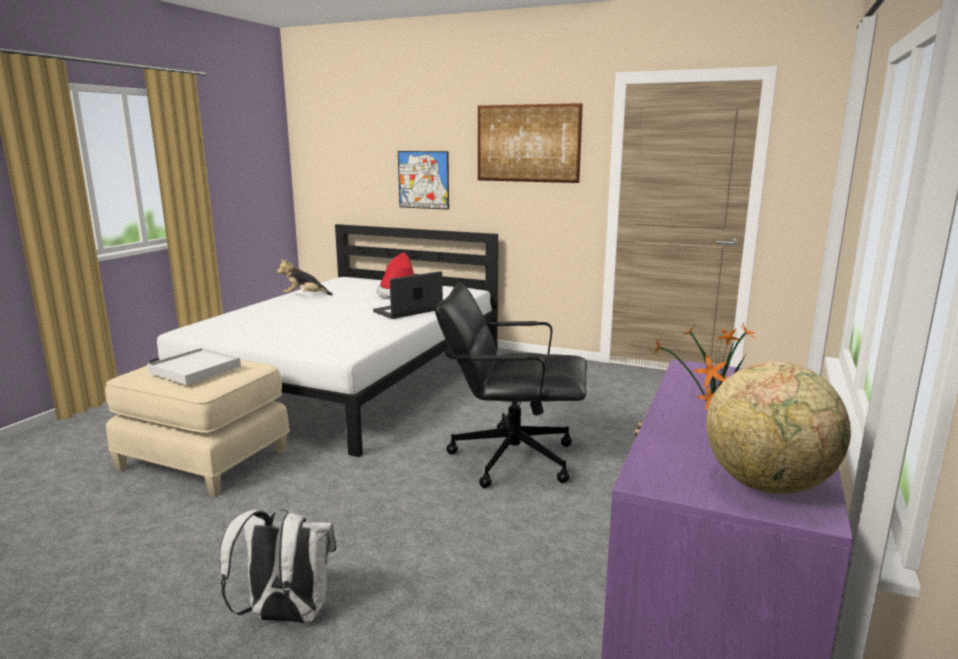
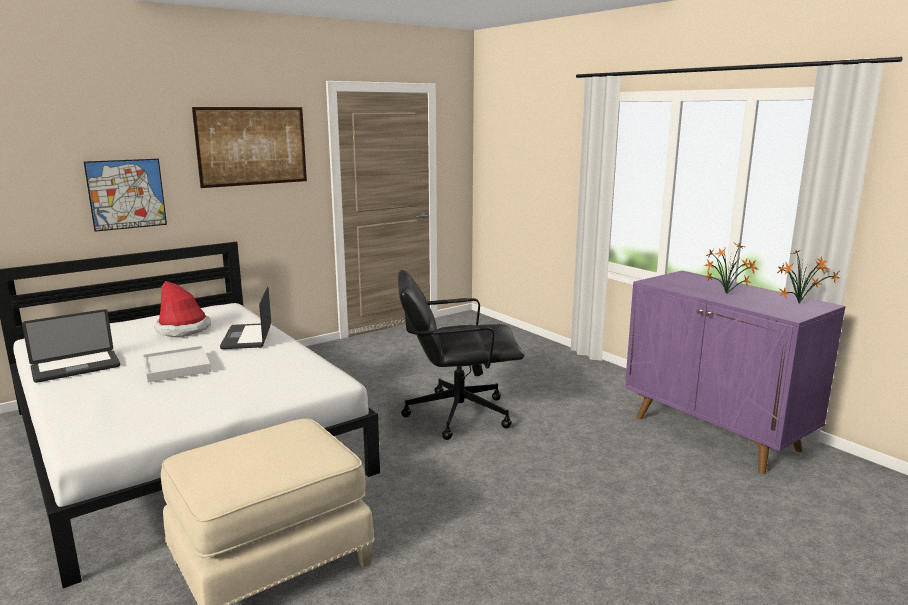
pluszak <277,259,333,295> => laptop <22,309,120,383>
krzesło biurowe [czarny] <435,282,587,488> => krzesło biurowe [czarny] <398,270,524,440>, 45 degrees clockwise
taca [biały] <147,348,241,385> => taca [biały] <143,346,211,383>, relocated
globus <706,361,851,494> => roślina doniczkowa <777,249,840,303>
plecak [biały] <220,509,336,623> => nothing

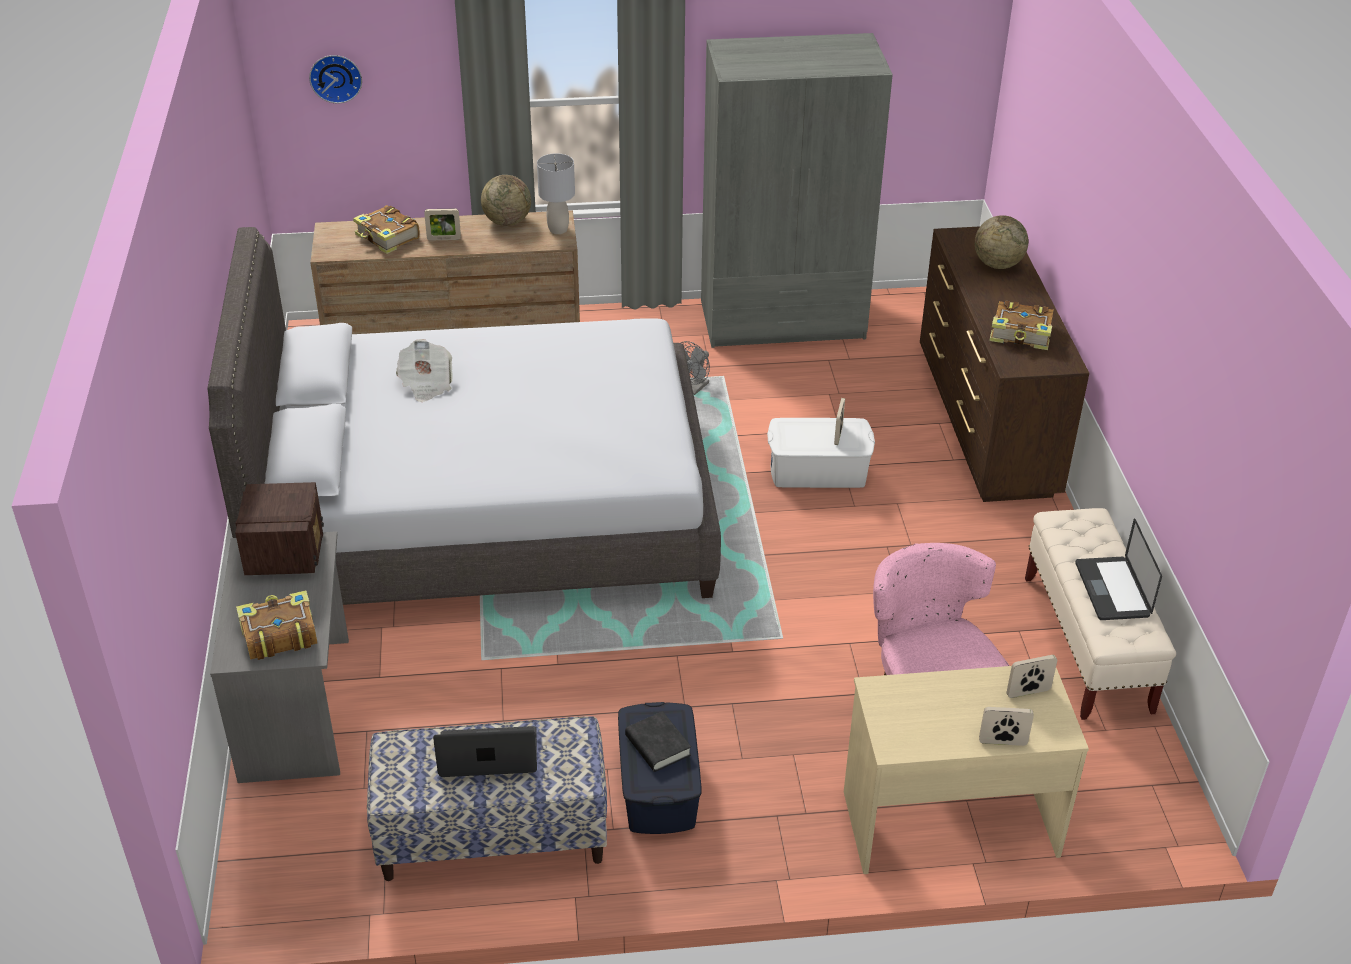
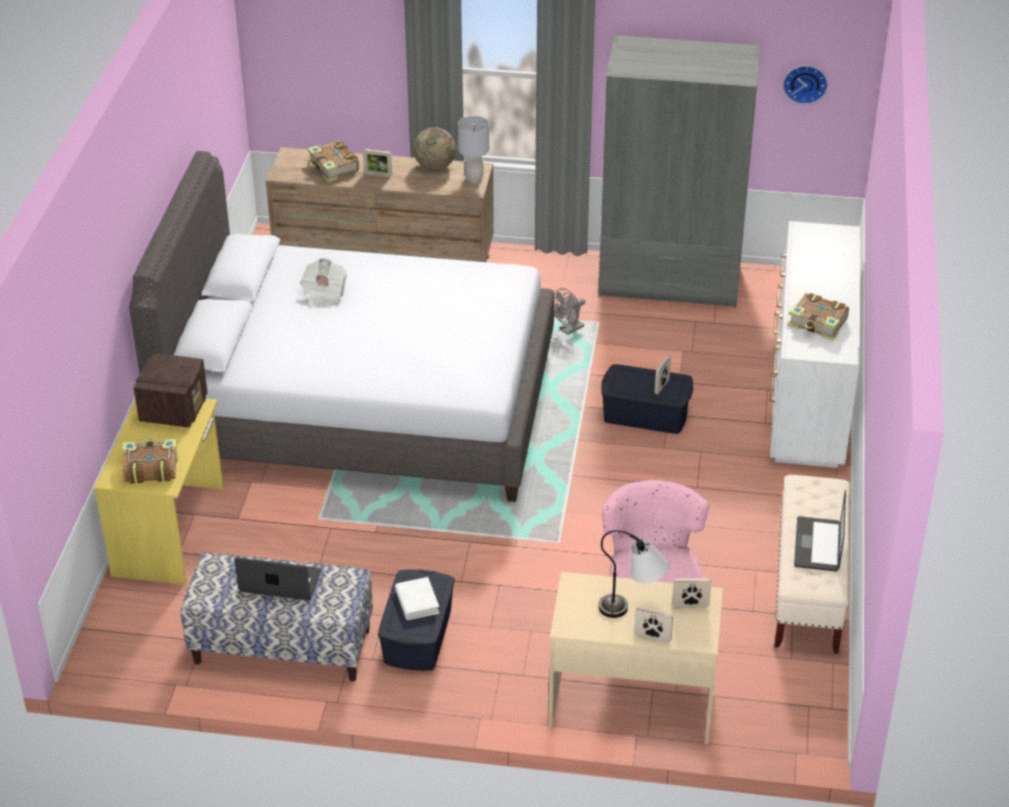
zegar ścienny <309,55,362,103> => zegar ścienny <783,66,828,104>, relocated
globus <975,215,1028,269> => nothing
komoda [brązowy] <920,227,1089,502> => komoda [biały] <770,221,860,468>
pojemnik do przechowywania [biały] <767,418,875,488> => pojemnik do przechowywania [niebieski] <601,364,693,434>
biurko [szary] <210,531,349,783> => biurko [żółty] <94,398,224,585>
książka [czarny] <625,711,691,772> => książka [biały] <395,577,439,620>
nothing => lampa stołowa <599,530,669,618>

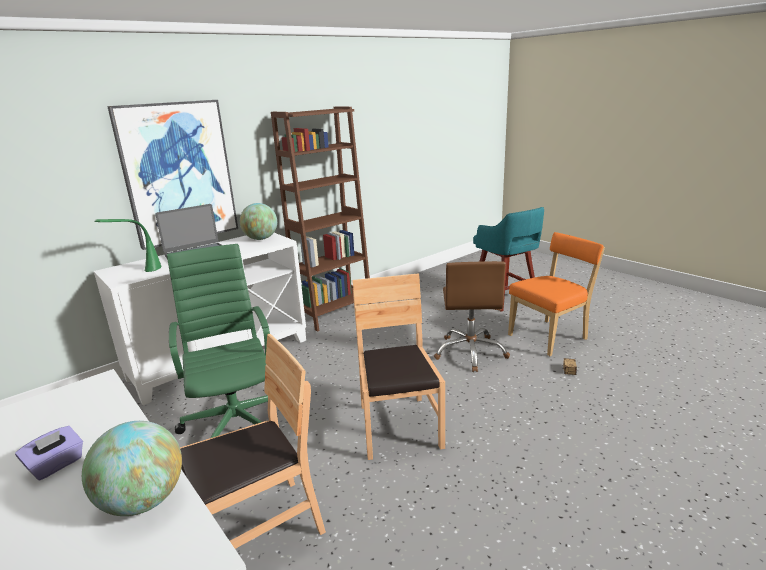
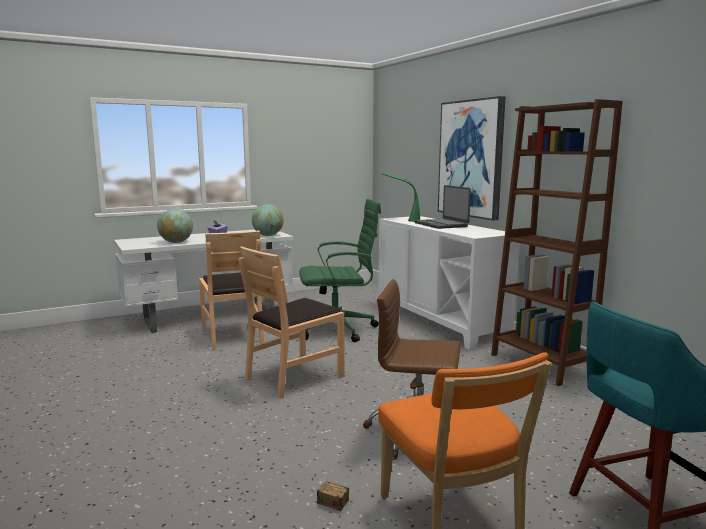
globus <240,203,277,240> => globus <252,204,284,236>, relocated
krzesło [brązowy] <352,273,445,460> => krzesło [brązowy] <239,246,345,399>, 135 degrees clockwise

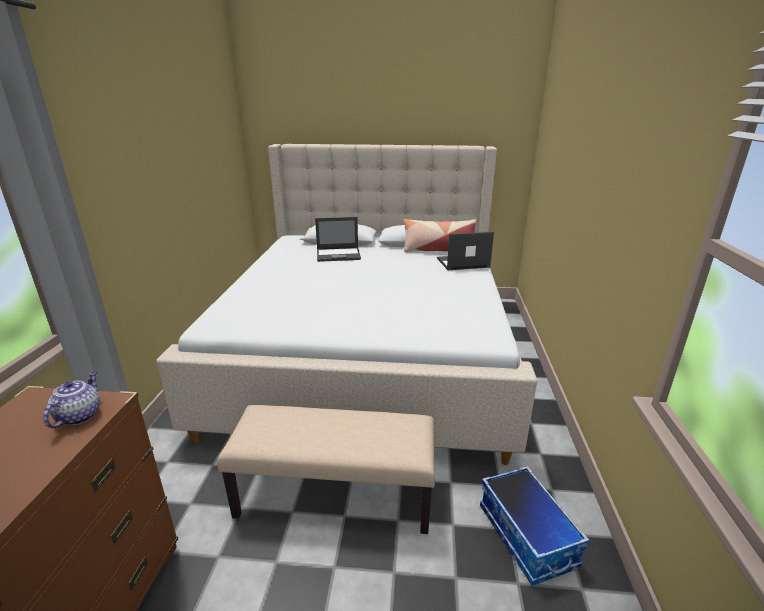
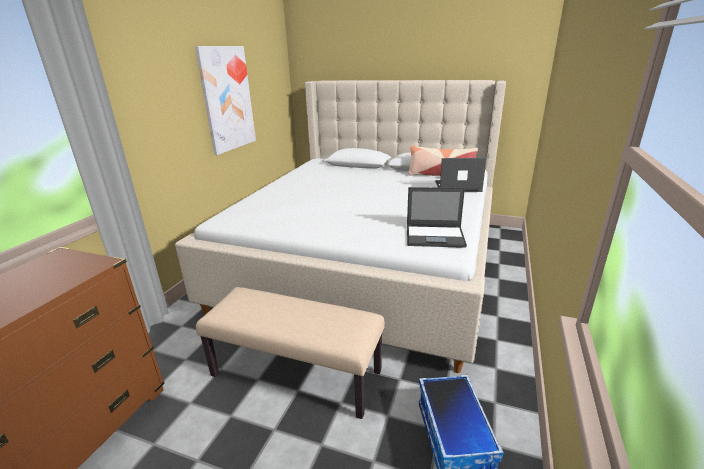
laptop <315,217,361,262> => laptop <407,187,467,248>, relocated
imbryk <43,372,100,428> => nothing
nothing => obraz <195,46,256,155>

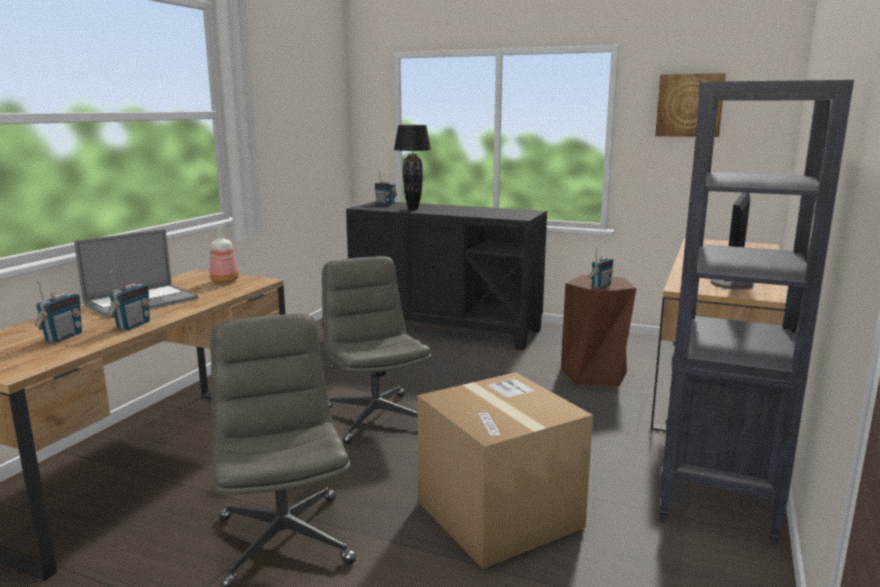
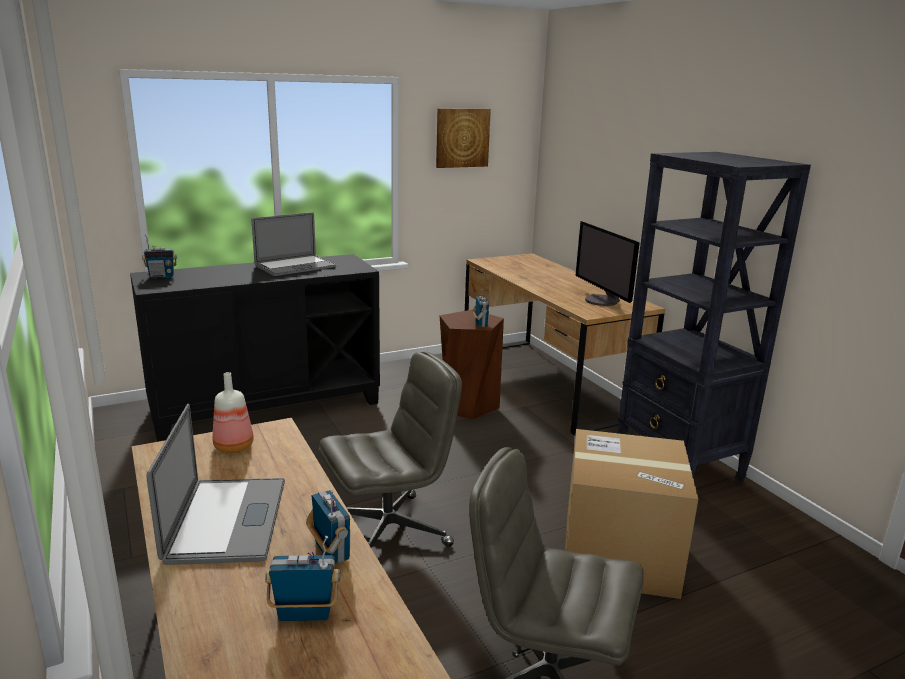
lampa stołowa [czarny] <394,125,431,210> => nothing
krzesło biurowe [szary] <322,256,432,444> => krzesło biurowe [szary] <319,352,462,548>, 135 degrees clockwise
radio <35,280,82,342> => radio <265,536,340,621>, 60 degrees counterclockwise
nothing => laptop <252,212,336,276>

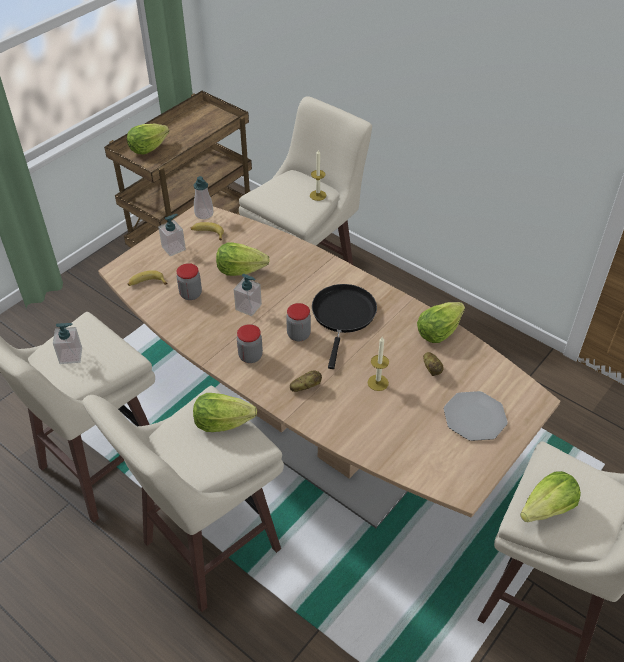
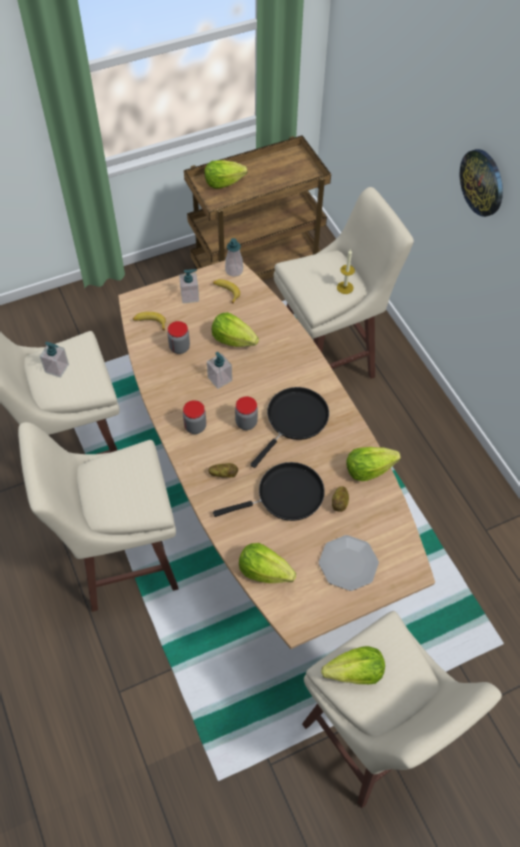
świeca <368,337,389,391> => patelnia [czarny] <213,462,325,521>
sałata <193,393,257,432> => sałata <239,543,296,583>, relocated
nothing => zegar ścienny <460,149,503,217>

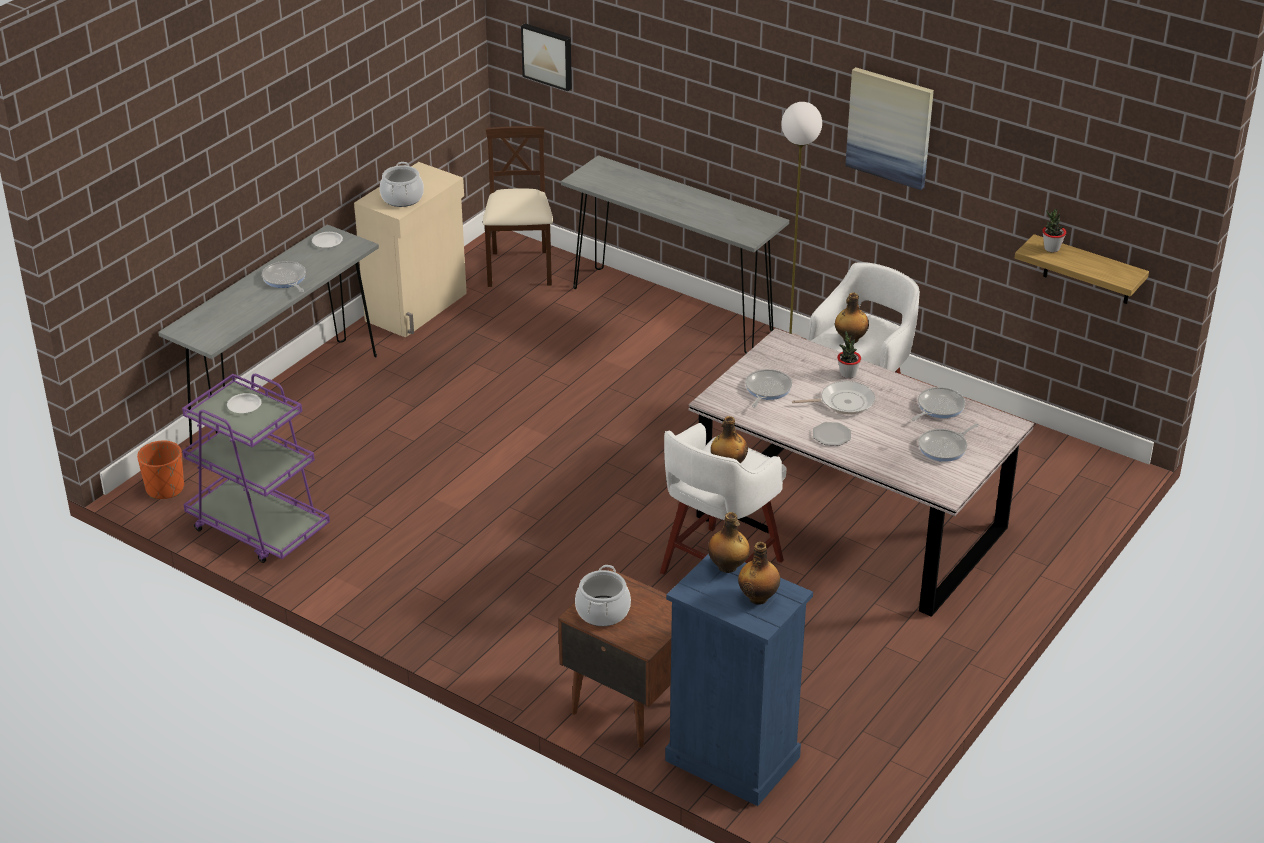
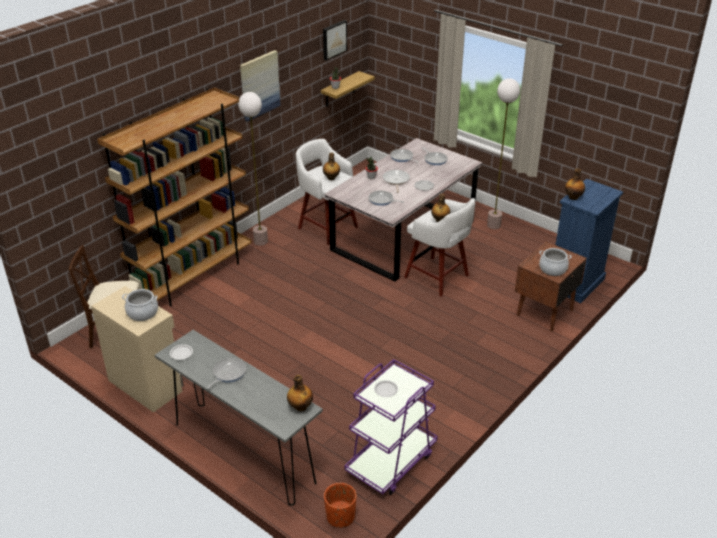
obraz <521,23,572,91> => obraz <323,20,347,61>, relocated
stolik konsolowy [szary] <561,155,789,354> => regał [brązowy] <97,87,252,307>
patelnia <262,261,306,292> => patelnia <207,358,246,388>, 150 degrees clockwise
butelka <738,542,780,605> => butelka <287,375,313,411>, relocated
nothing => lampa stojąca <487,78,520,229>

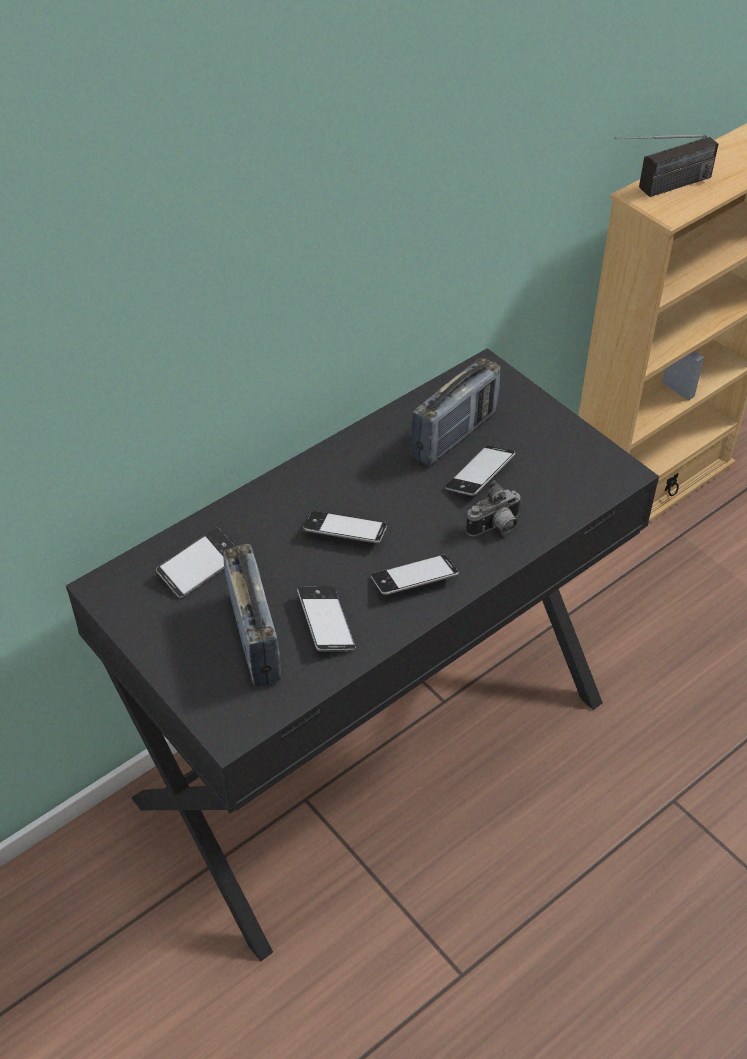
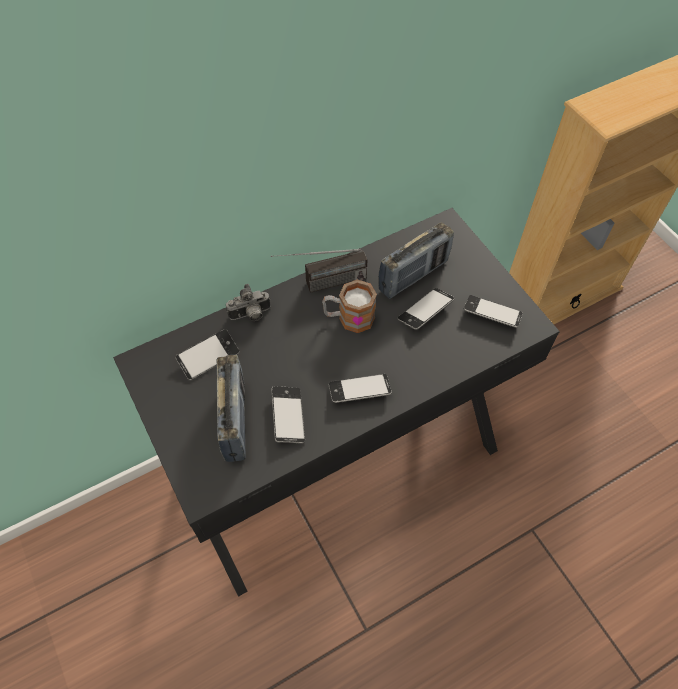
radio <614,134,718,197> => radio <271,249,367,293>, relocated
aparat fotograficzny <466,480,522,536> => aparat fotograficzny <226,284,271,321>, relocated
telefon <303,511,387,543> => telefon <463,295,523,328>, relocated
nothing => kubek <322,280,377,333>

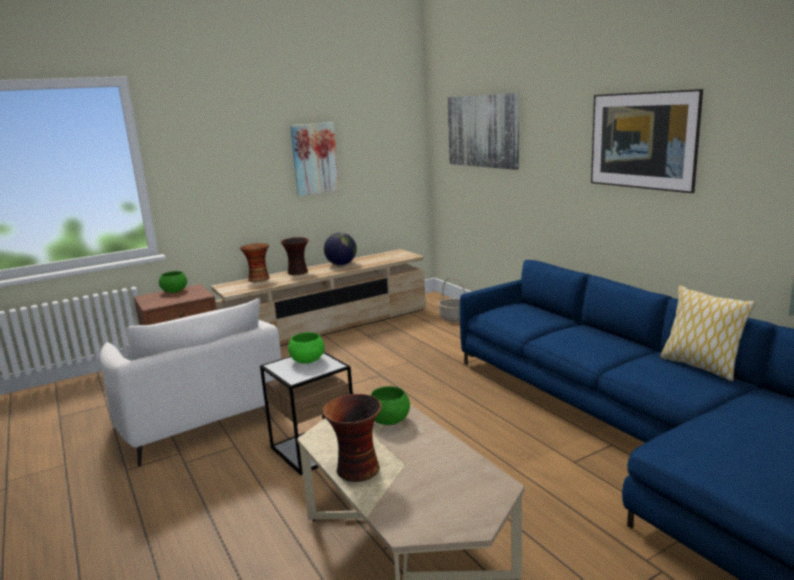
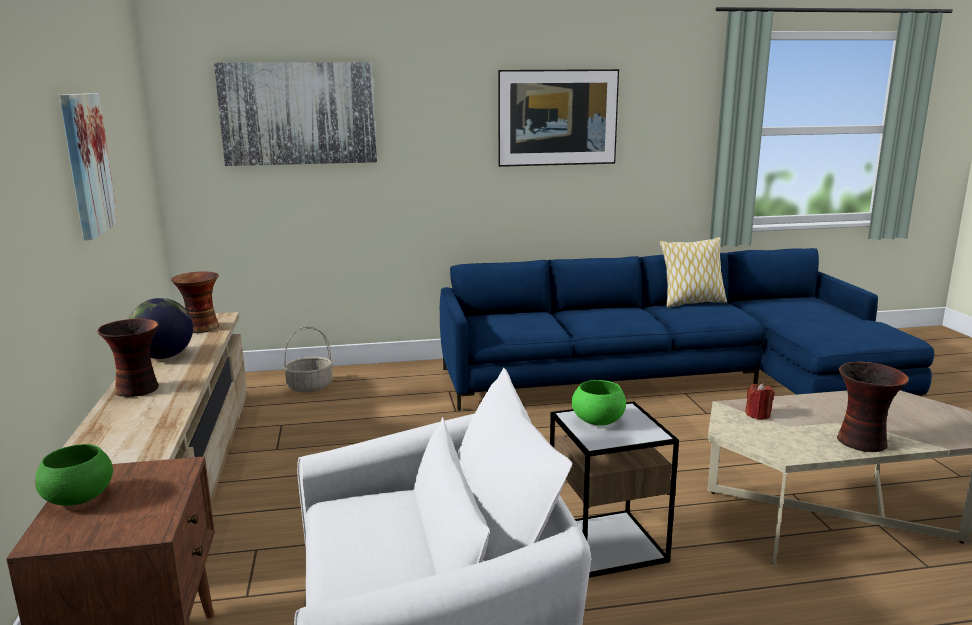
wazon <240,243,269,282> => wazon <171,271,219,333>, relocated
miska [zielony] <371,386,410,425> => świeca [czerwony] <745,383,775,420>

